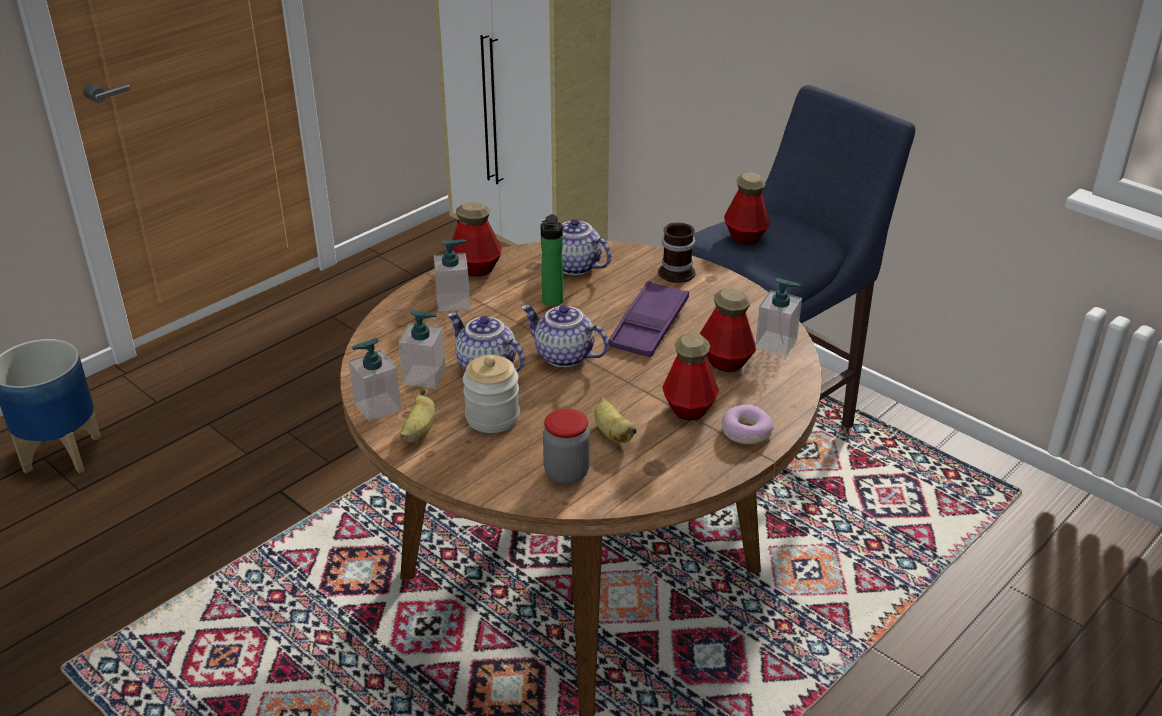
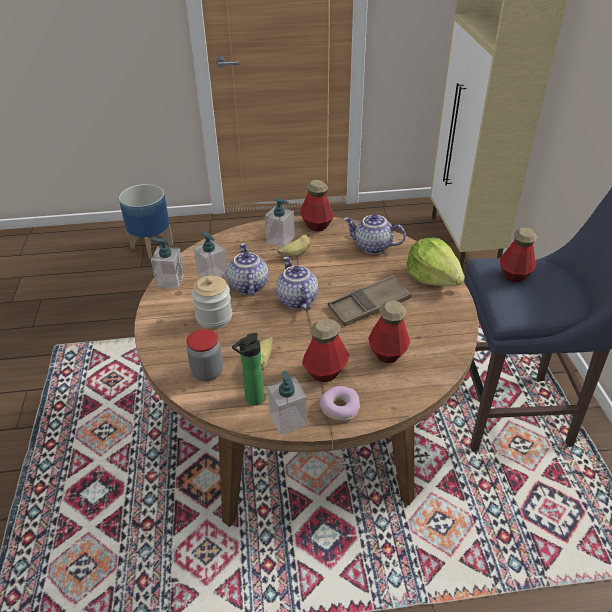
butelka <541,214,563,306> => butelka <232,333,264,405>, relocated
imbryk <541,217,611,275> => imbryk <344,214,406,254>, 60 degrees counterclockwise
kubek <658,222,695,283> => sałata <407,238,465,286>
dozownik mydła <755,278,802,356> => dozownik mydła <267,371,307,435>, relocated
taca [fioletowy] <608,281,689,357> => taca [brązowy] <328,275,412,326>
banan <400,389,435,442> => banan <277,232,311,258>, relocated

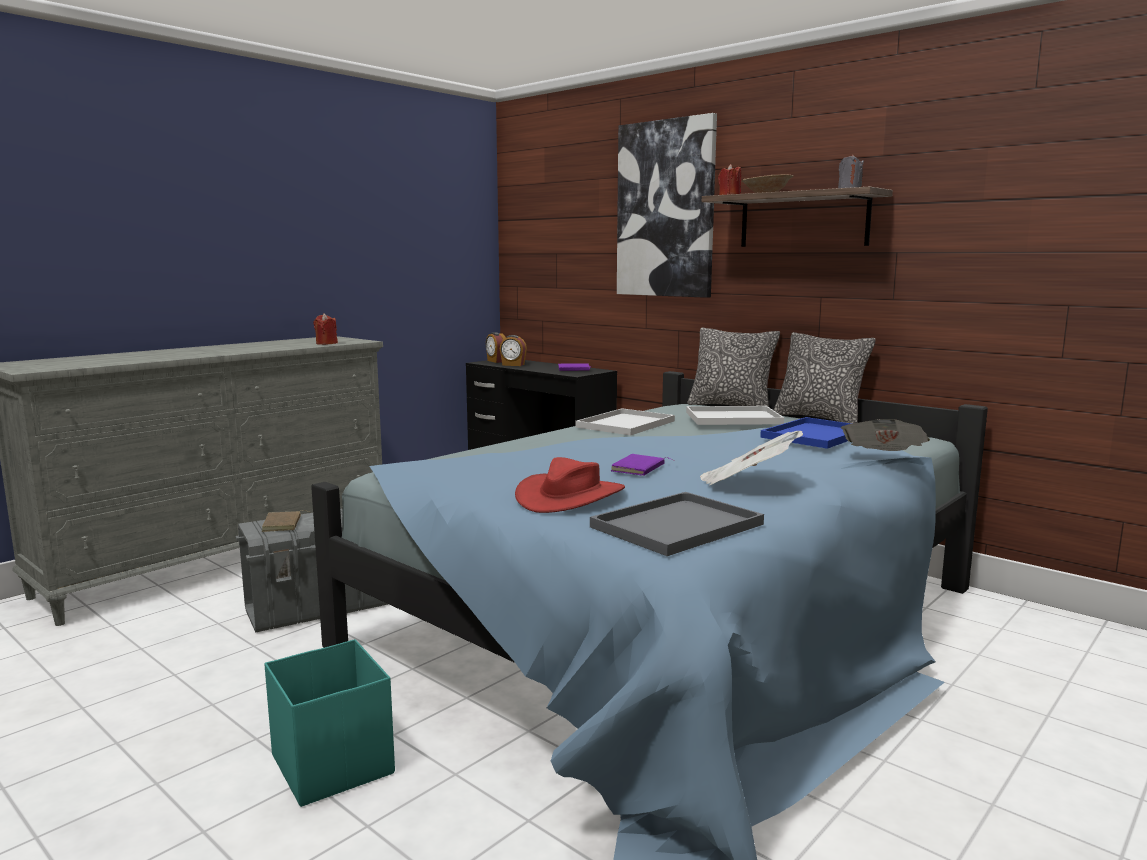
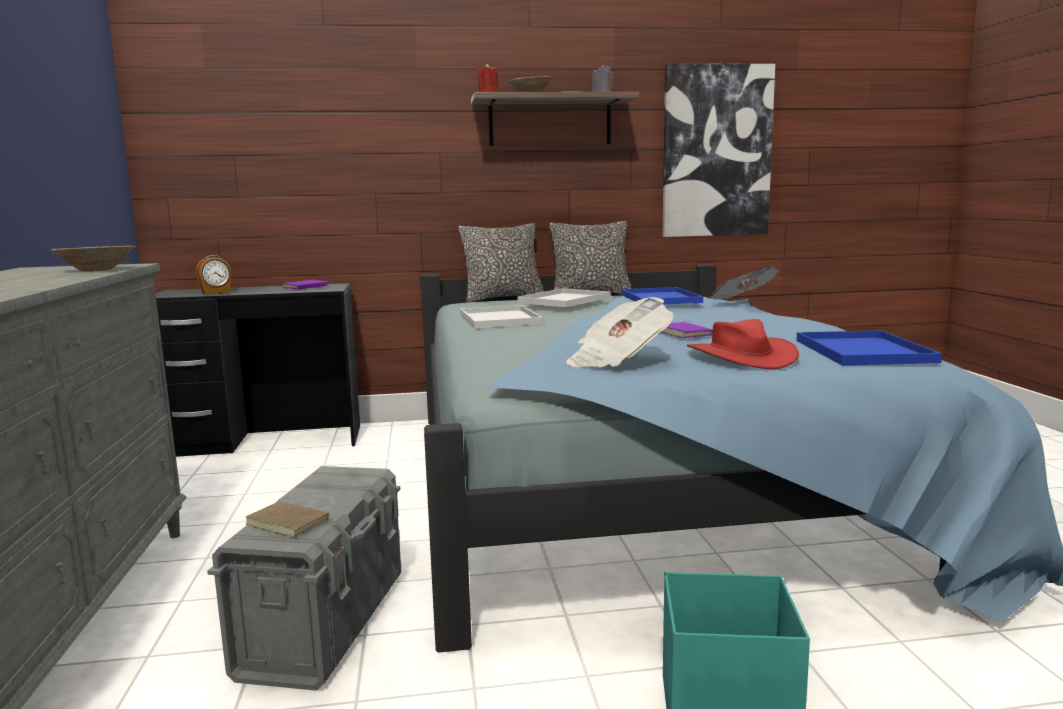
obraz <617,113,717,298> => obraz <663,63,775,237>, relocated
świeca [czerwony] <314,313,338,345> => miska [brązowy] <51,246,136,272>
budzik <486,332,506,363> => nothing
gazeta <700,431,803,485> => gazeta <566,297,674,367>, relocated
taca [szary] <590,492,764,556> => taca [niebieski] <796,330,942,365>

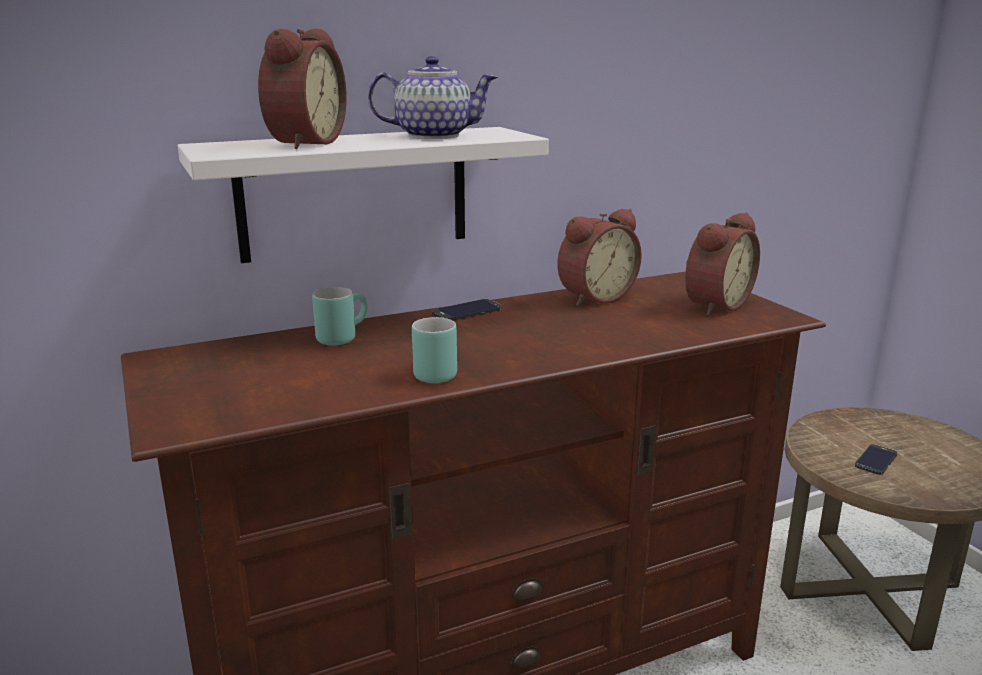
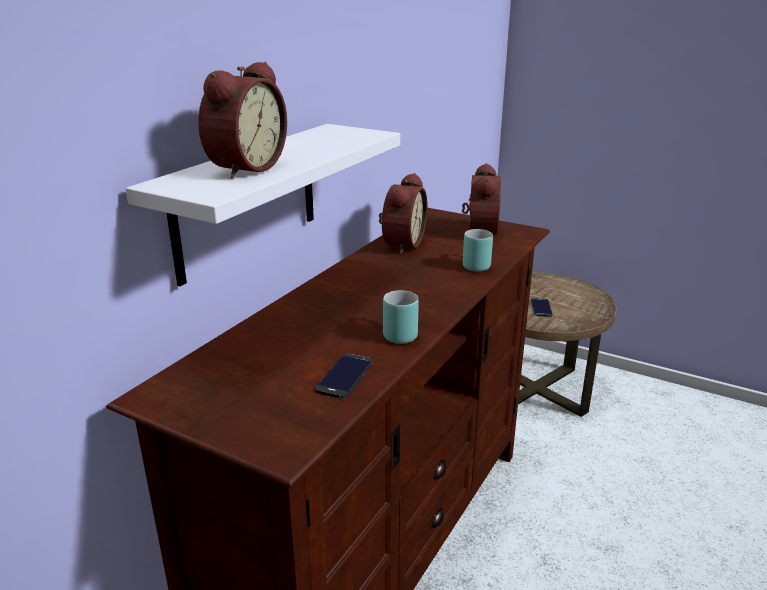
budzik <258,28,347,149> => budzik <198,62,287,179>, 45 degrees clockwise
imbryk <368,56,498,139> => nothing
kubek [turkusowy] <312,287,367,345> => kubek [turkusowy] <463,229,493,272>, relocated
telefon <432,299,502,321> => telefon <316,354,373,399>, relocated

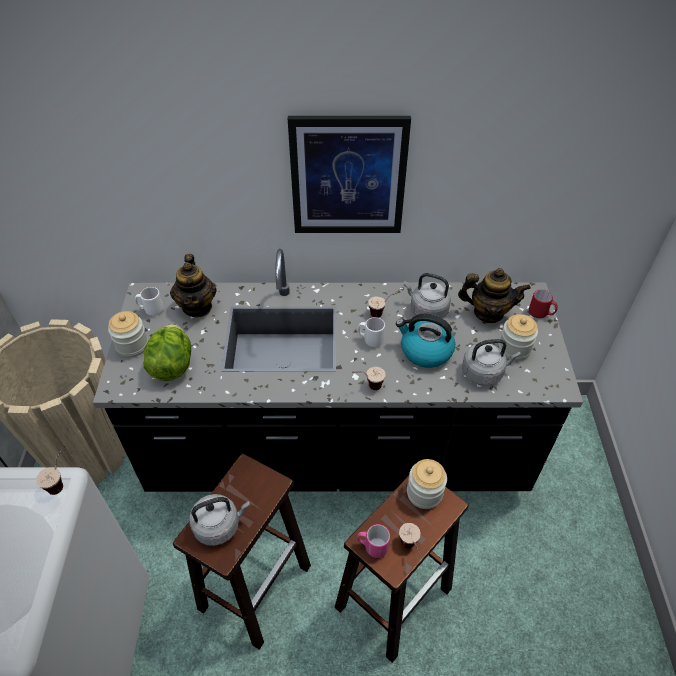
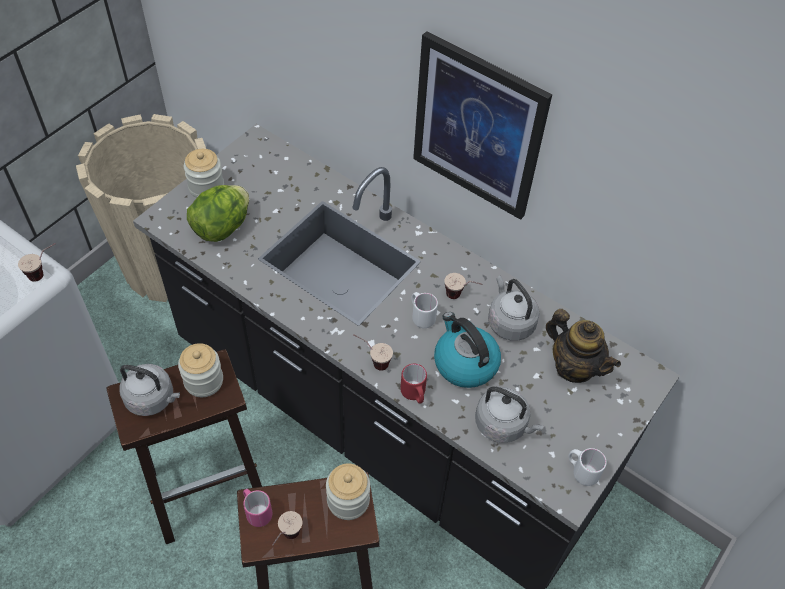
imbryk <170,254,217,317> => nothing
kubek [biały] <135,287,164,316> => kubek [biały] <568,448,607,486>, relocated
kubek [czerwony] <529,289,558,318> => kubek [czerwony] <400,364,427,404>, relocated
słoik <499,314,538,361> => słoik <178,343,223,397>, relocated

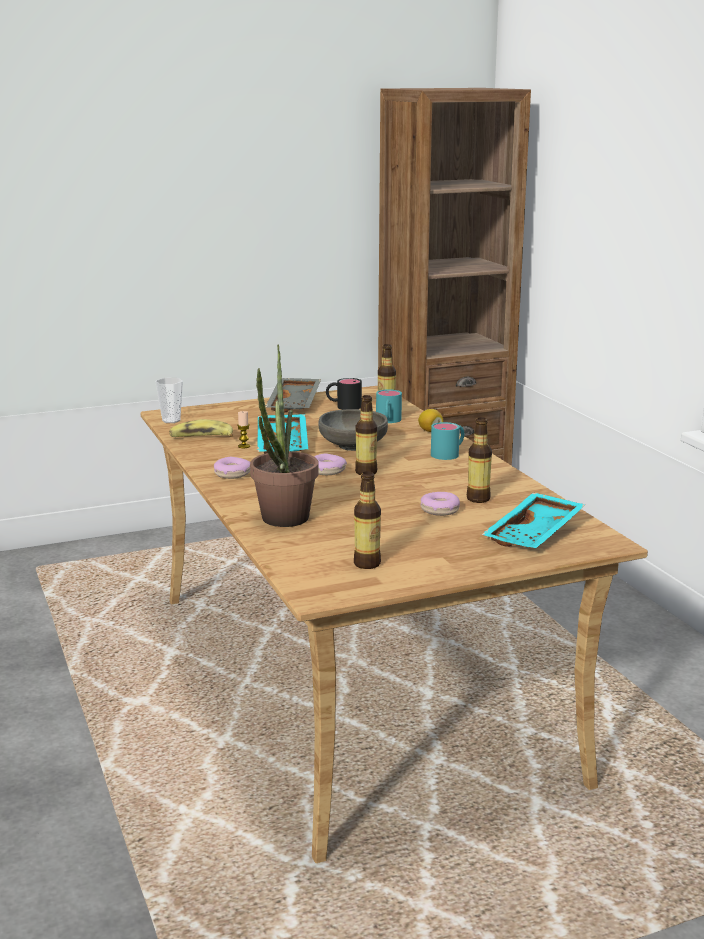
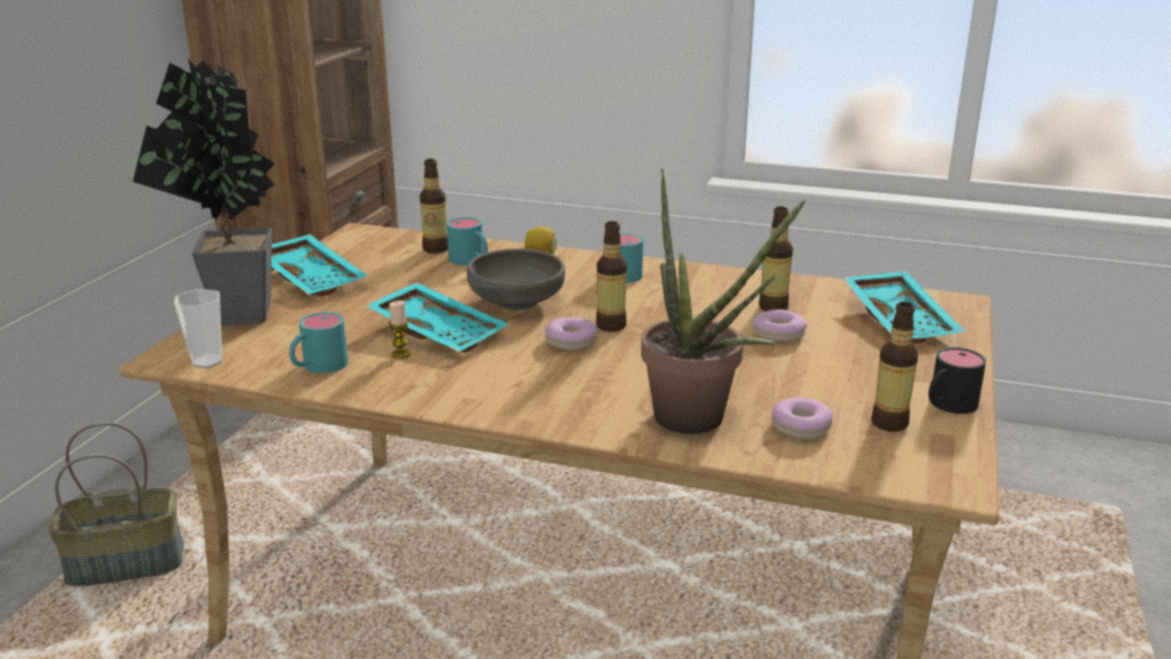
taca [szary] <265,378,321,413> => taca [turkusowy] <271,234,368,297>
kubek [czarny] <326,378,362,410> => kubek [czarny] <928,347,986,414>, relocated
banan <169,419,233,437> => kubek [turkusowy] <289,312,348,373>
donut <214,457,250,479> => donut <771,398,833,440>, relocated
nothing => roślina doniczkowa <133,58,275,326>
nothing => koszyk <48,422,184,587>

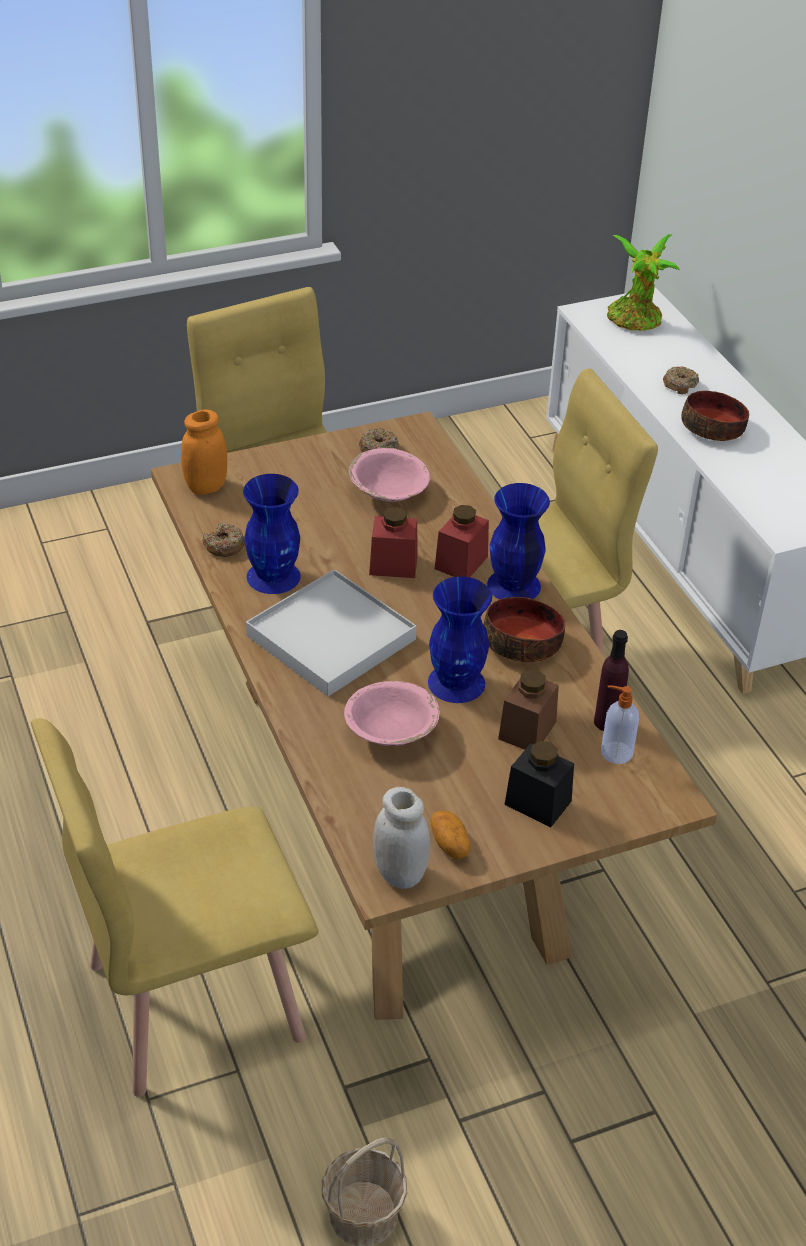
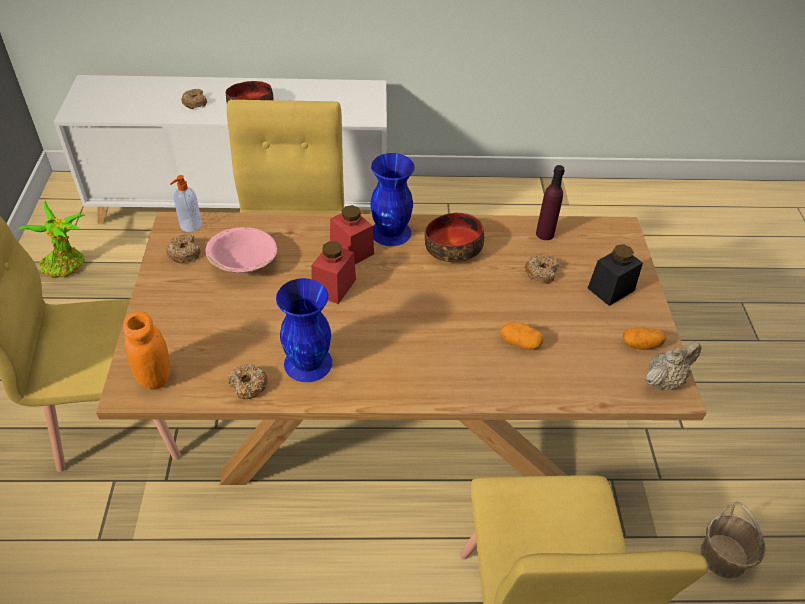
roślina doniczkowa <607,234,680,331> => roślina doniczkowa <17,201,85,278>, relocated
taca [biały] <246,569,417,697> => nothing
wazon [niebieski] <428,576,492,703> => nothing
słoik [brązowy] <498,670,559,750> => donut <525,254,559,284>
miska [różowy] <344,681,440,746> => ziemniak <500,322,544,350>
dozownik mydła <601,685,639,764> => dozownik mydła <170,175,202,232>, relocated
słoik [biały] <373,787,430,889> => imbryk [beżowy] <645,342,701,390>

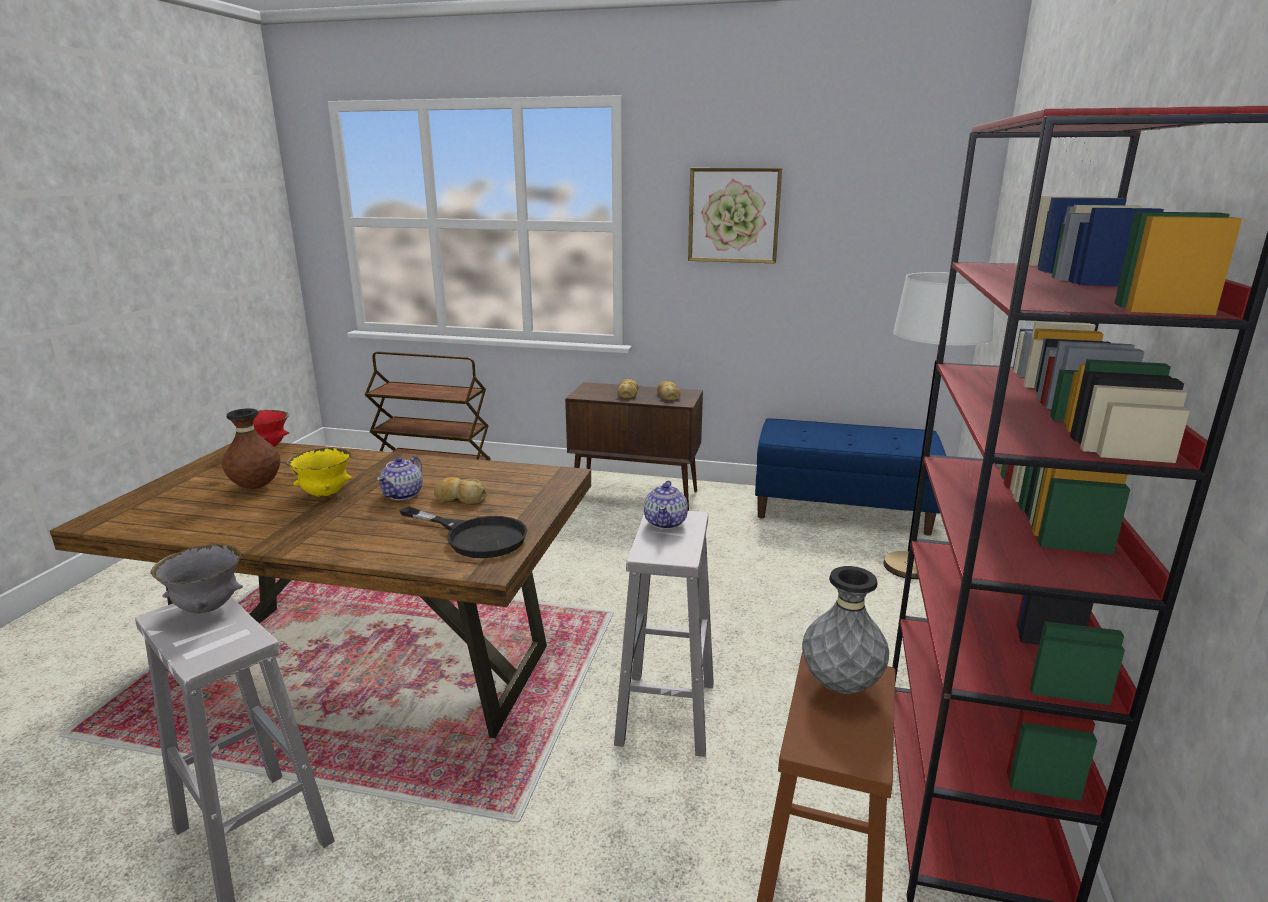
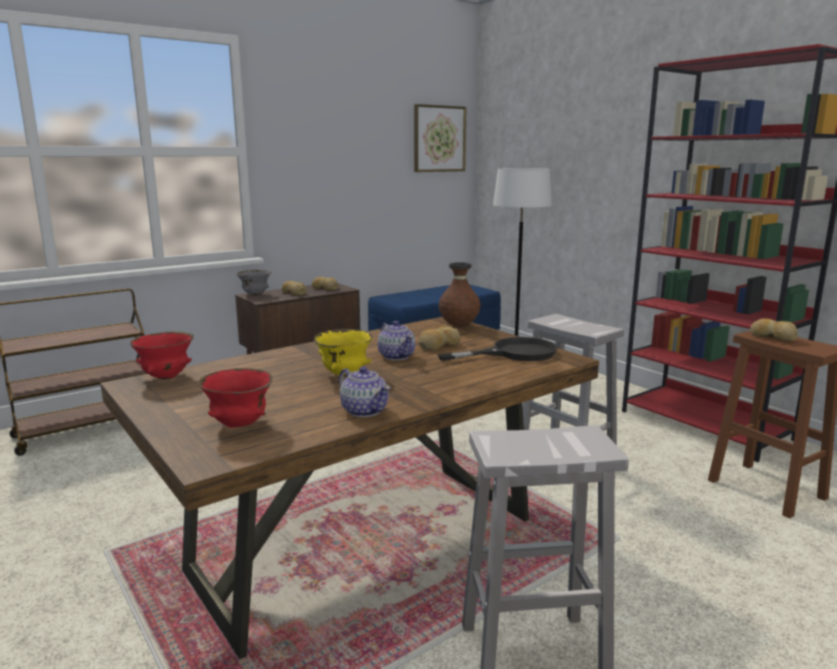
obraz <688,168,782,263> => obraz <414,104,467,172>, relocated
wazon [brązowy] <222,408,280,489> => wazon [brązowy] <439,262,480,327>, relocated
imbryk <644,480,688,529> => imbryk <339,366,390,417>, relocated
miska [szary] <151,544,243,613> => miska [szary] <236,270,271,295>, relocated
wazon [szary] <802,566,889,694> => chleb <750,318,798,342>
nothing => miska [czerwony] <198,368,273,428>

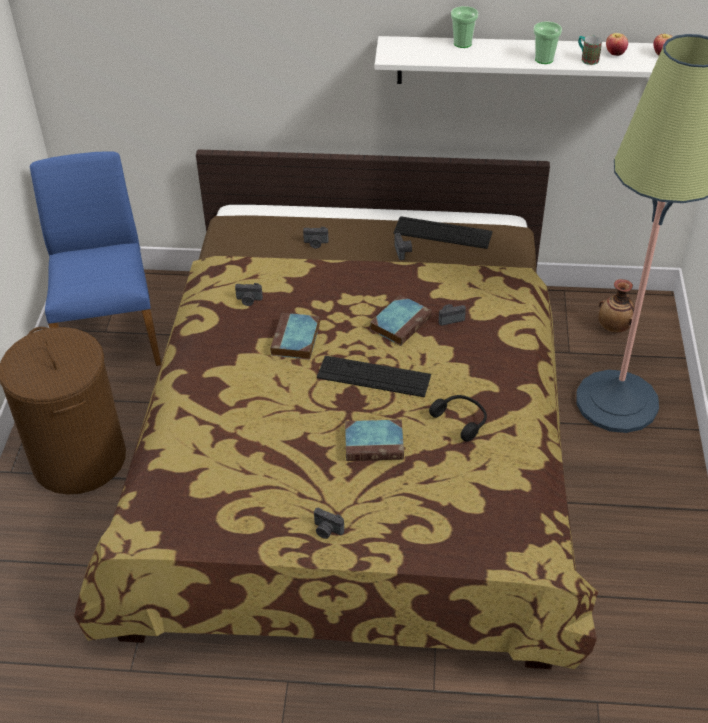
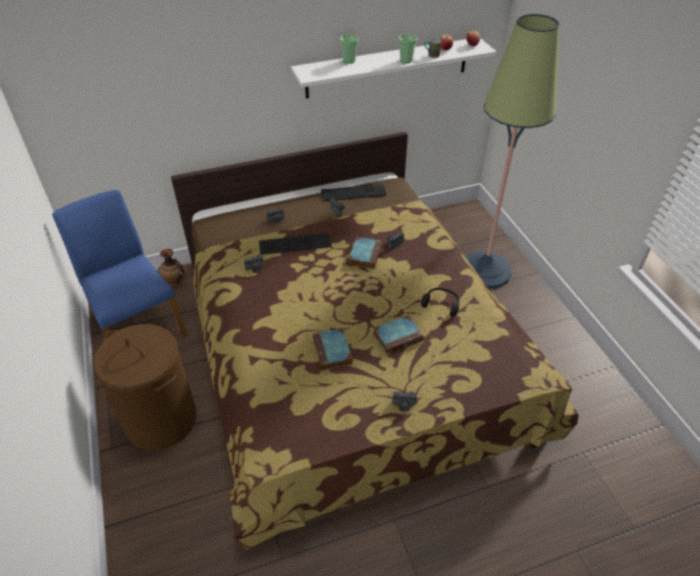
wazon <599,279,635,332> => wazon <159,249,184,286>, relocated
książka <270,313,320,360> => książka <313,328,353,370>, relocated
klawiatura <317,356,431,397> => klawiatura <259,233,332,255>, relocated

